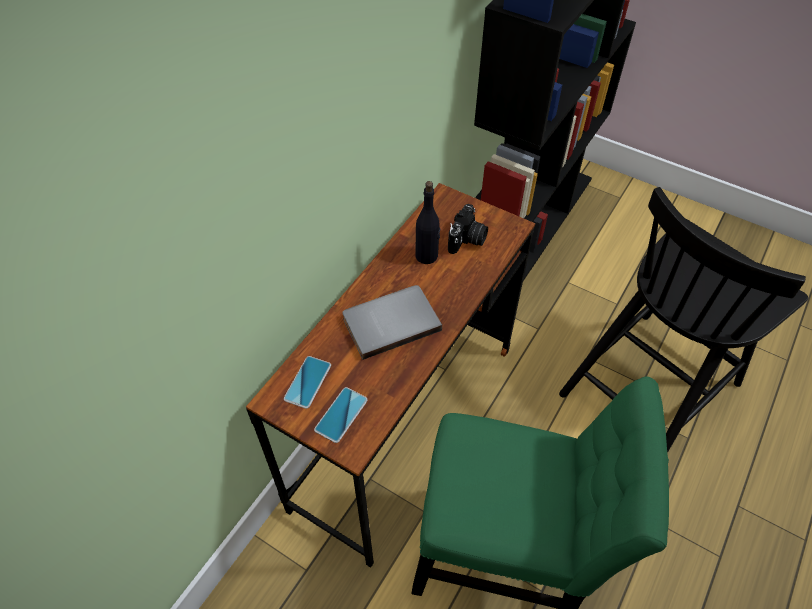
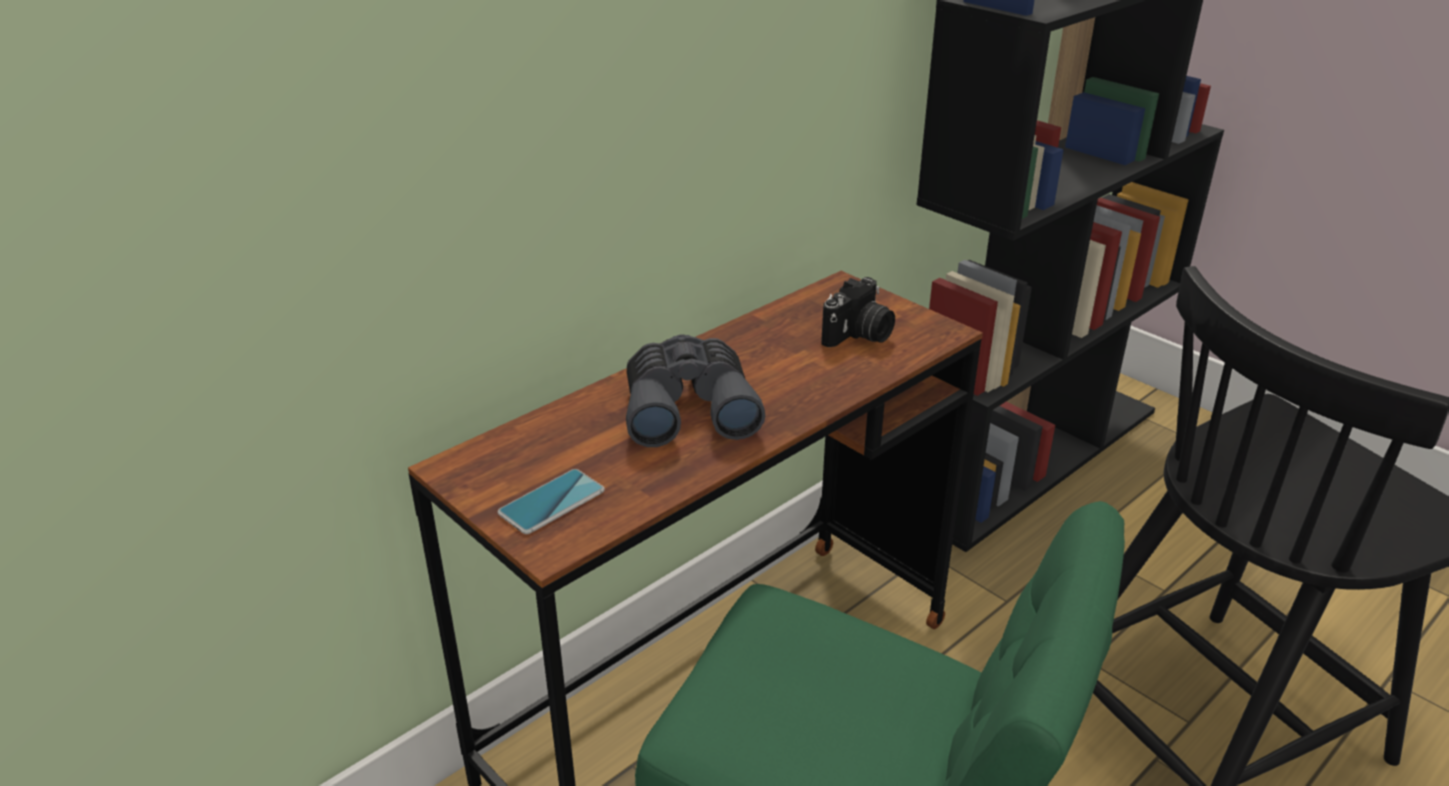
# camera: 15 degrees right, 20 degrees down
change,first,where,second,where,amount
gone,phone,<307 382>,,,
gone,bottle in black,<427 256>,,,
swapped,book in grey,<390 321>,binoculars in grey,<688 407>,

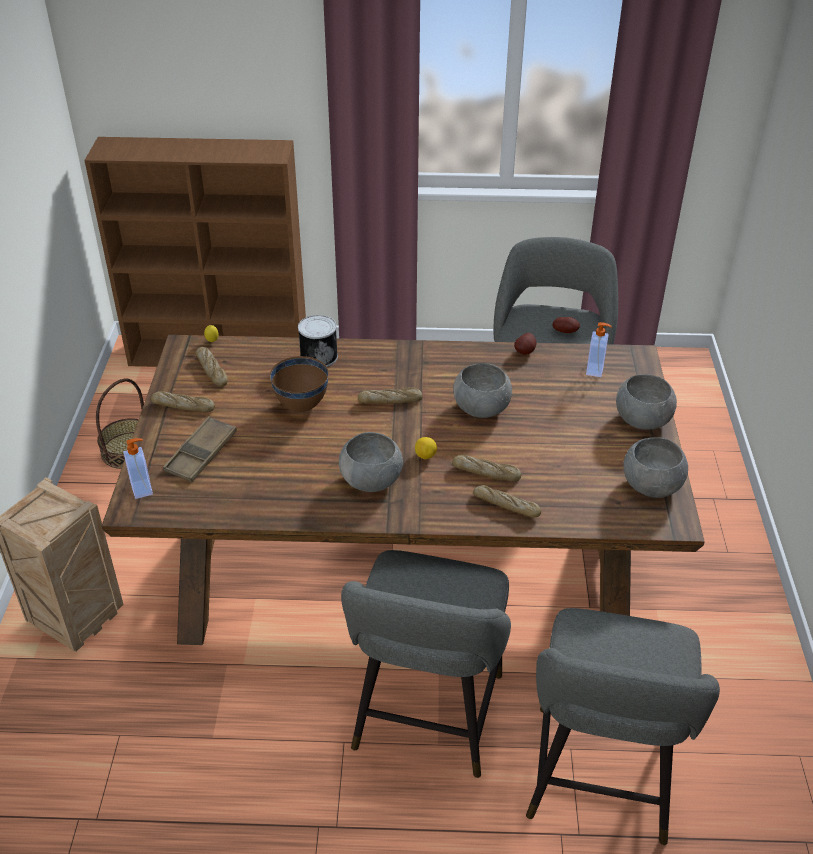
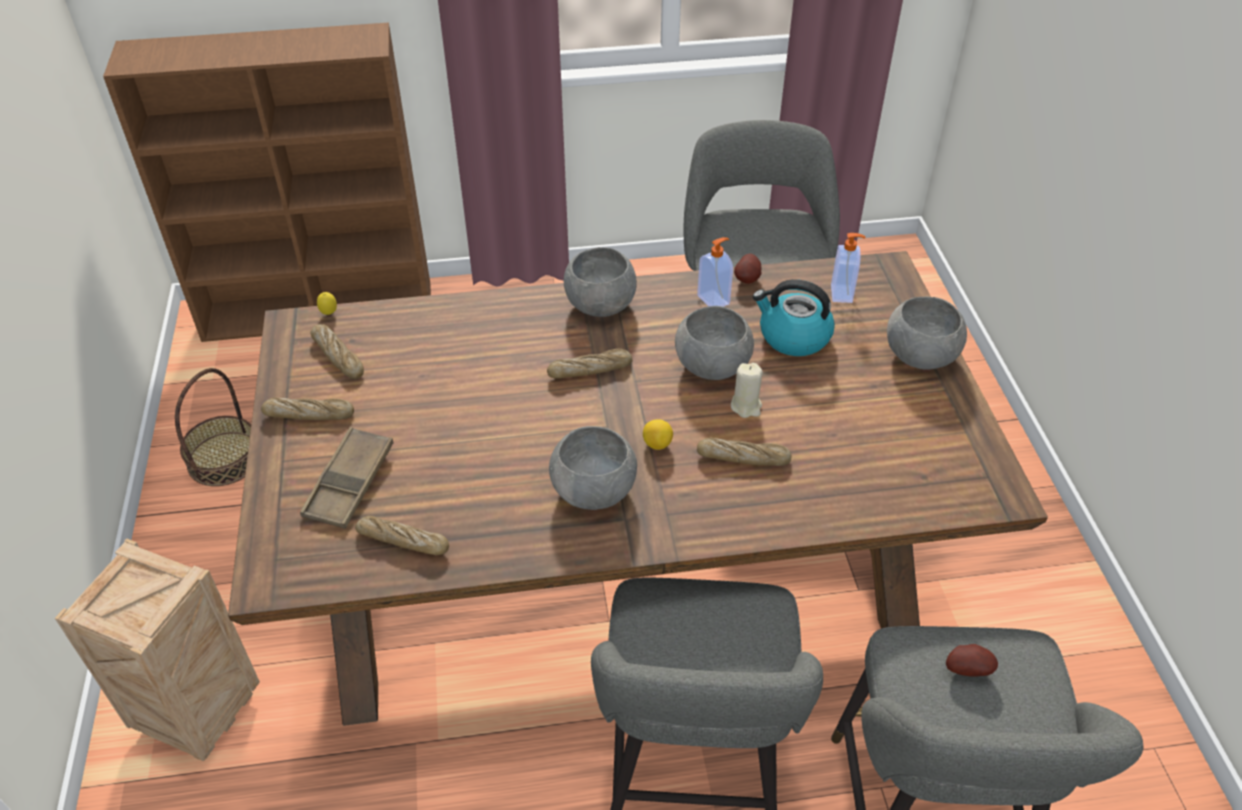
# camera: 10 degrees left, 5 degrees up
change,first,where,second,where,amount
gone,bowl in brown,<302 405>,,,
gone,can,<319 356>,,,
new,,,candle in beige,<746 406>,
new,,,kettle,<793 336>,
shifted,soap dispenser,<142 489>,,<714 299>,
shifted,bread,<506 506>,,<403 541>,
shifted,potato,<565 332>,,<967 668>,
shifted,bowl in grey,<652 485>,,<601 304>,

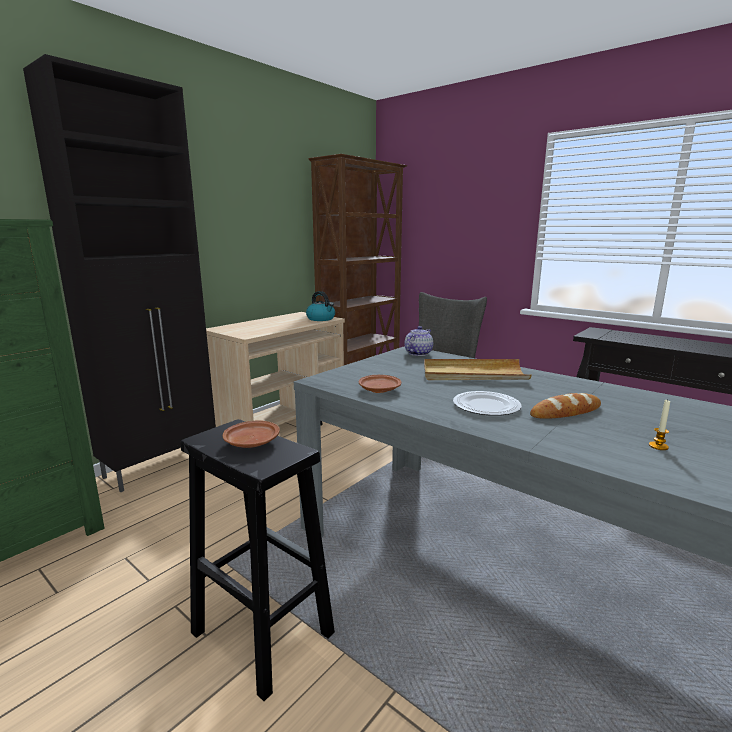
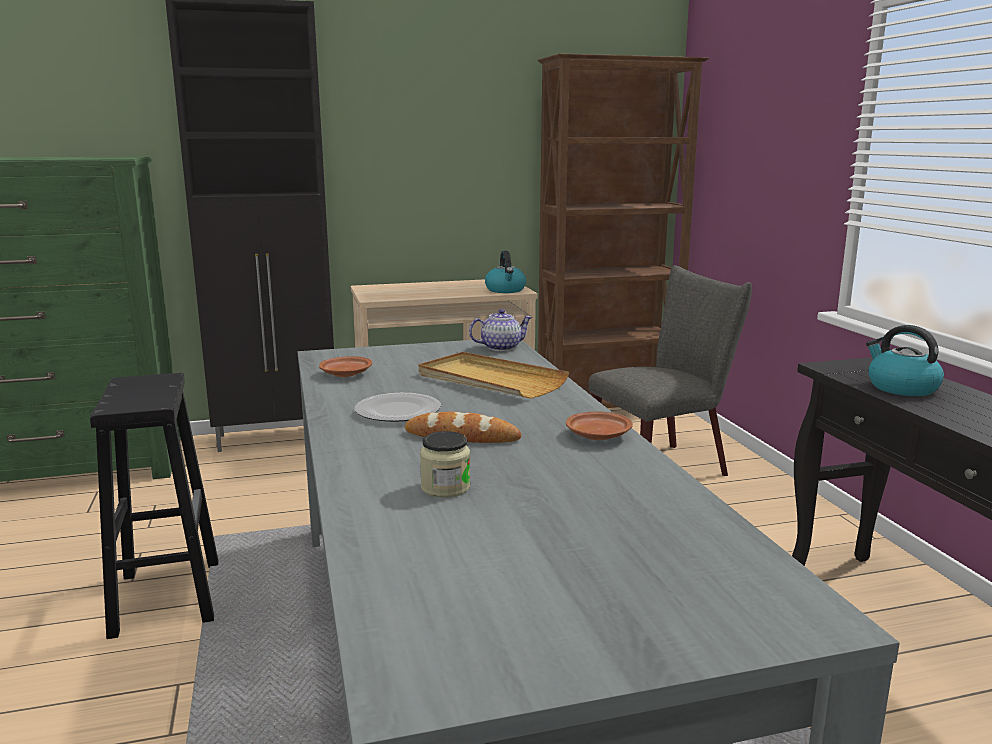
# camera: 35 degrees right, 0 degrees up
change,first,where,second,where,amount
new,,,kettle,<901 388>,
shifted,plate in brown,<252 442>,,<598 435>,
swapped,candle,<658 446>,jar,<445 487>,

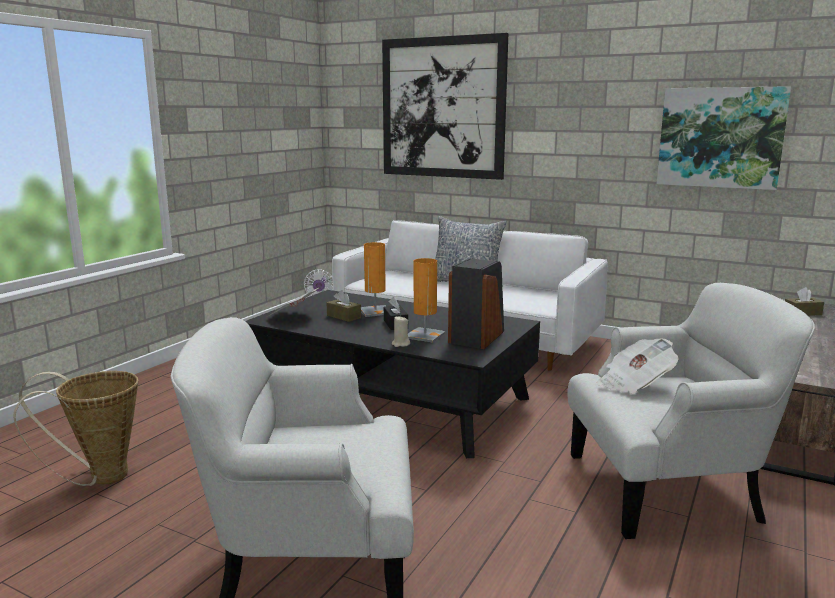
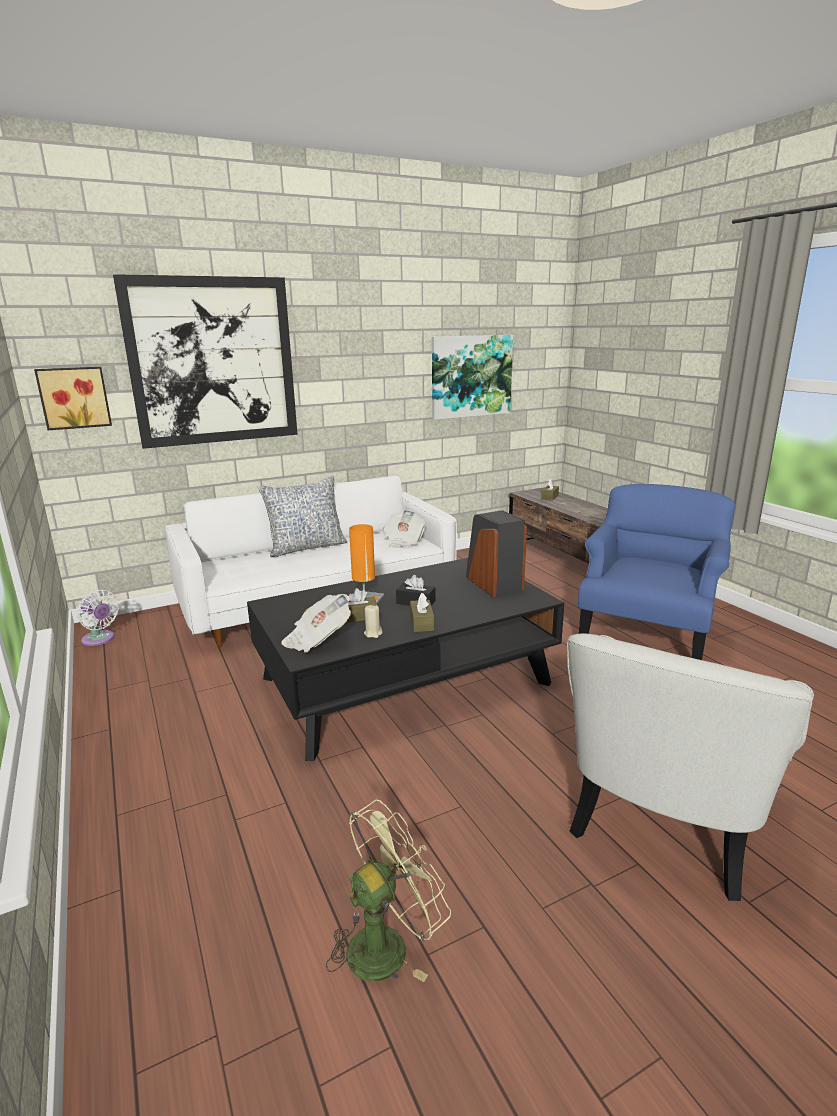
# camera: 55 degrees left, 5 degrees up
change,first,where,second,where,amount
gone,table lamp in orange,<425 335>,,,
new,,,picture,<74 397>,
new,,,tissue box in brown,<421 623>,
shifted,candle in beige,<400 344>,,<373 633>,
shifted,newspaper,<634 384>,,<403 541>,
swapped,basket,<100 478>,fan in green,<386 943>,
repainted,armchair in white,<668 488>,armchair in blue,<646 635>,

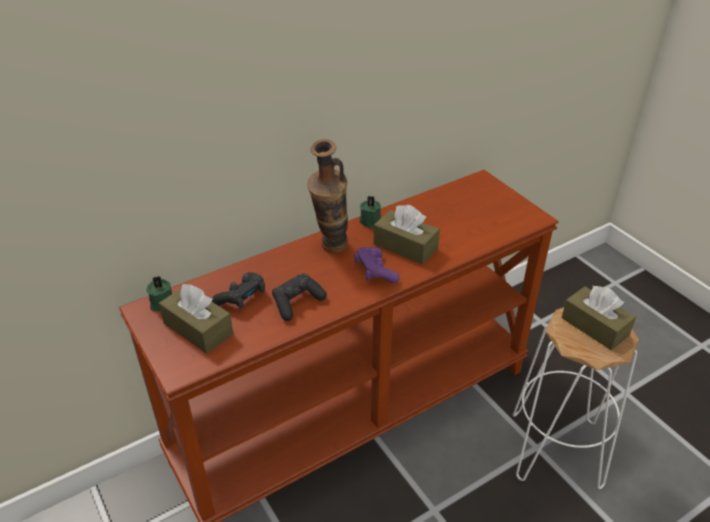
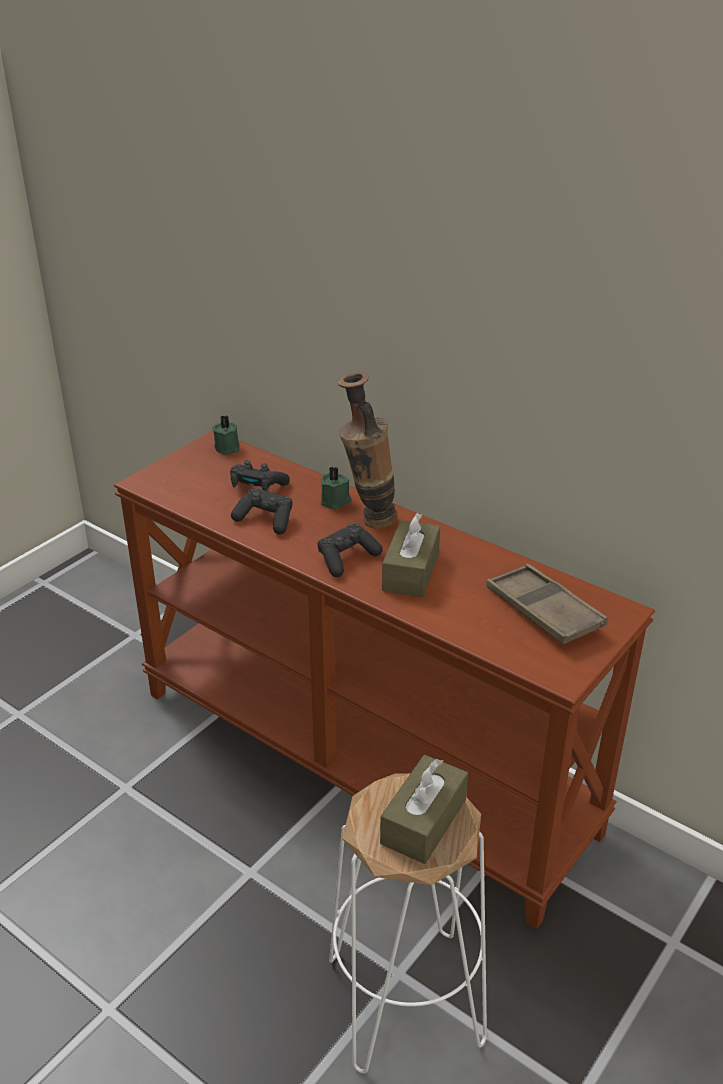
# camera: 70 degrees right, 5 degrees down
change,first,where,second,where,amount
gone,tissue box in brown,<198 328>,,,
new,,,tray in brown,<543 611>,
shifted,candle in green,<371 221>,,<336 501>,
repainted,game controller in purple,<375 272>,game controller in black,<347 559>,

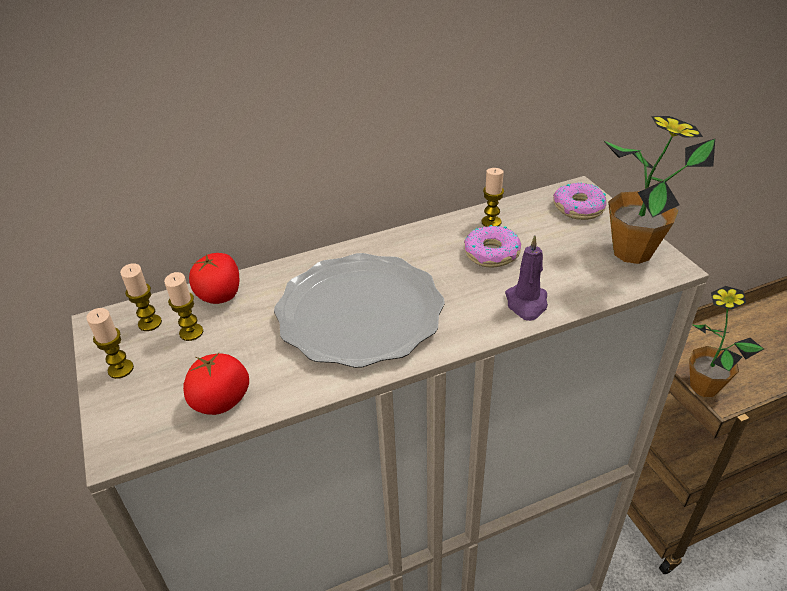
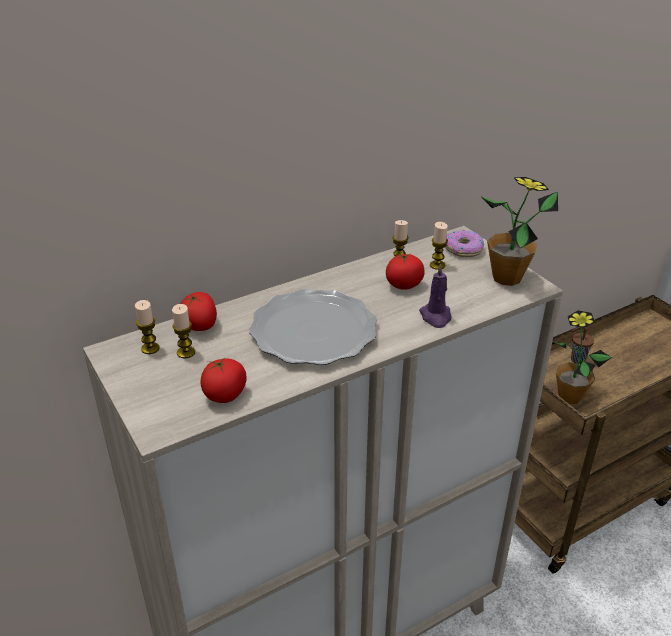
# camera: 10 degrees left, 5 degrees down
change,first,where,second,where,amount
new,,,cup in brown,<577 360>,
shifted,candle,<121 369>,,<437 265>,
swapped,donut,<492 254>,tomato,<404 285>,

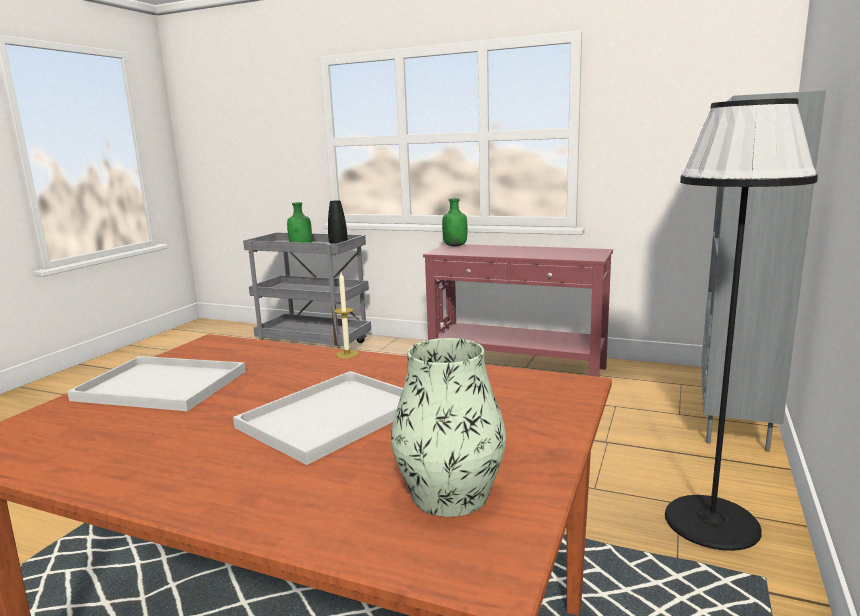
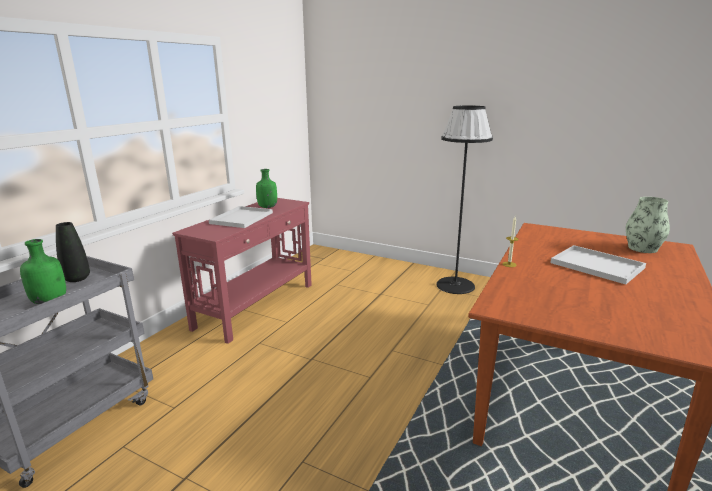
# camera: 85 degrees left, 5 degrees up
change,first,where,second,where,amount
gone,bookcase in grey,<736 423>,,,
shifted,tray in white,<165 385>,,<242 217>,
shifted,bottle in green,<455 245>,,<267 207>,

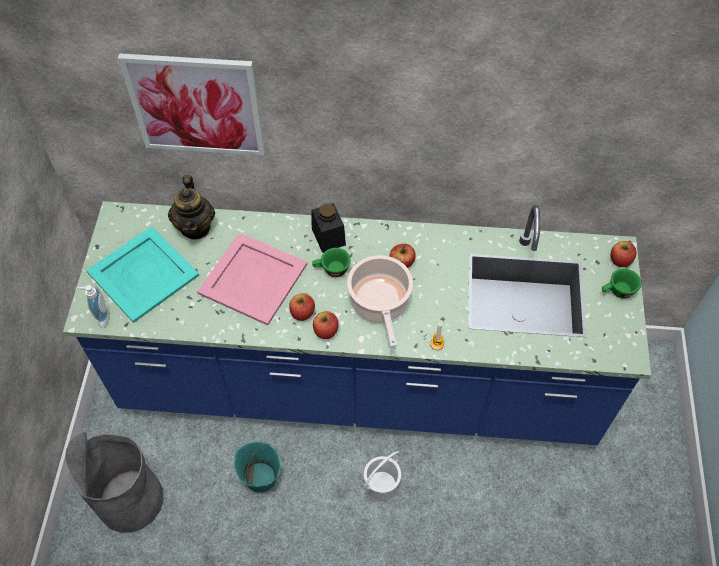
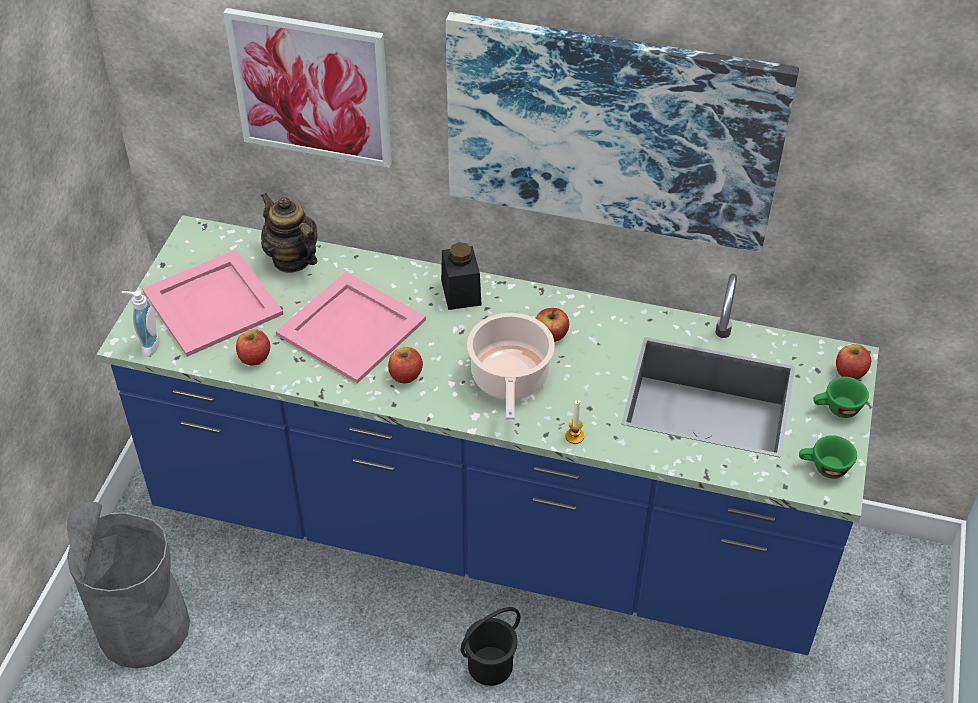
# camera: 10 degrees right, 10 degrees down
change,first,where,second,where,amount
gone,bucket in turquoise,<260 477>,,,
new,,,picture,<612 131>,
shifted,cup in green,<331 270>,,<824 468>,
shifted,apple,<326 331>,,<254 357>,
repainted,tray in turquoise,<143 274>,tray in pink,<212 304>,
repainted,bucket in white,<381 485>,bucket in black,<489 665>,
rotated,teapot,<195 227>,,<292 259>,135 degrees clockwise

